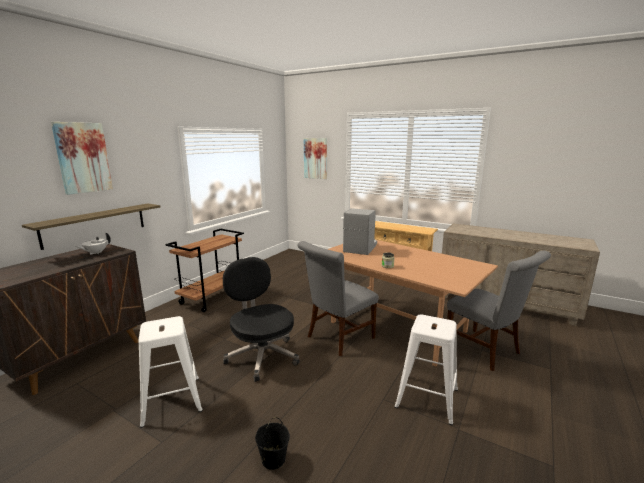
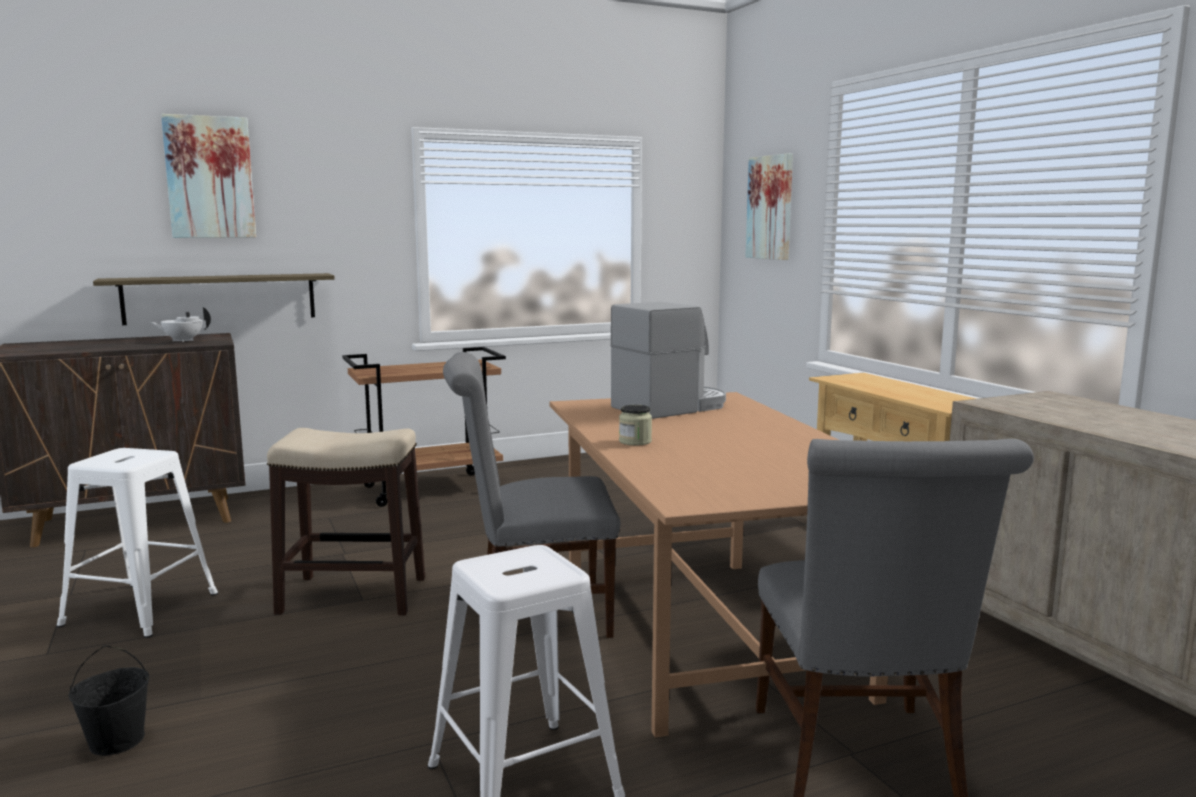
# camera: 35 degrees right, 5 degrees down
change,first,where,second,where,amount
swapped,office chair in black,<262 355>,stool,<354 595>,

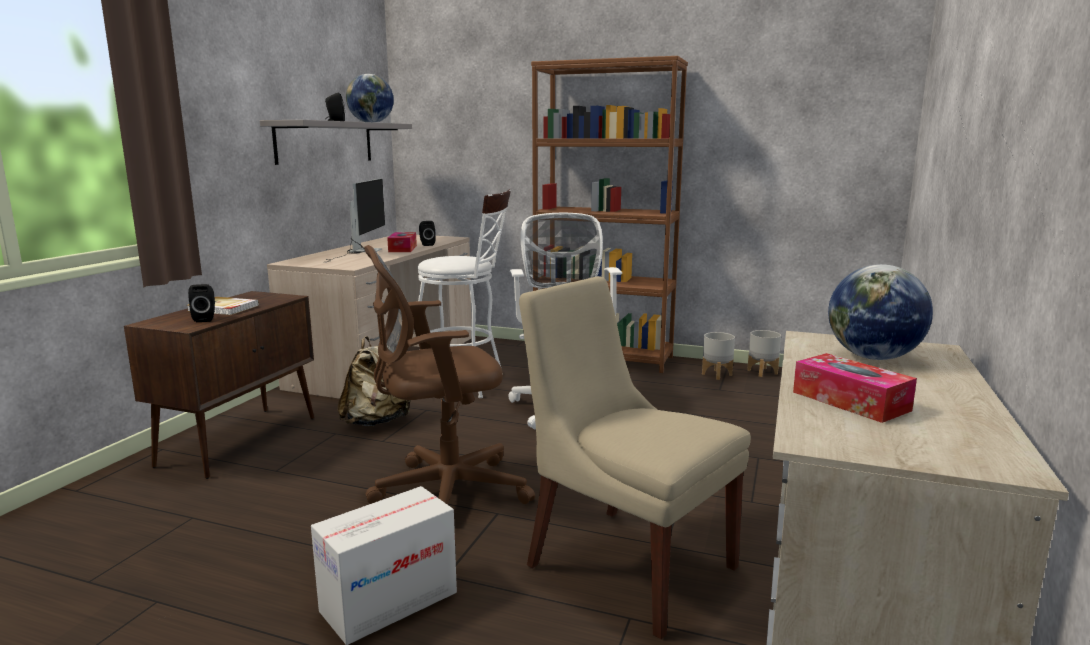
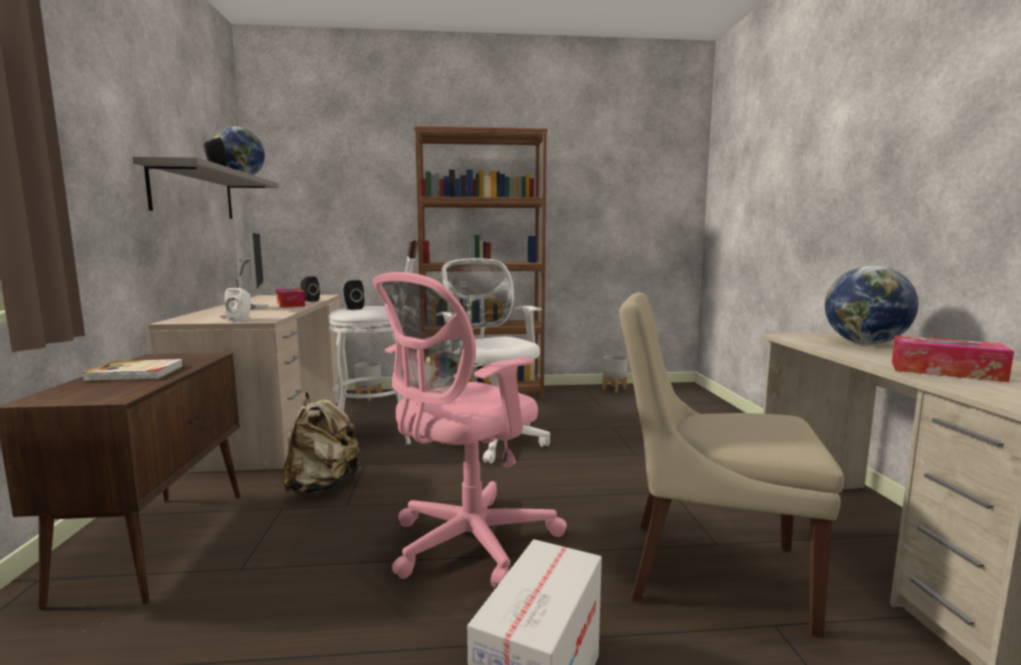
# camera: 25 degrees left, 5 degrees down
change,first,where,second,where,amount
new,,,speaker in white,<241 320>,
shifted,speaker in black,<205 319>,,<353 308>,
shifted,planter in grey,<717 374>,,<369 397>,
repainted,office chair in brown,<443 491>,office chair in pink,<466 544>,

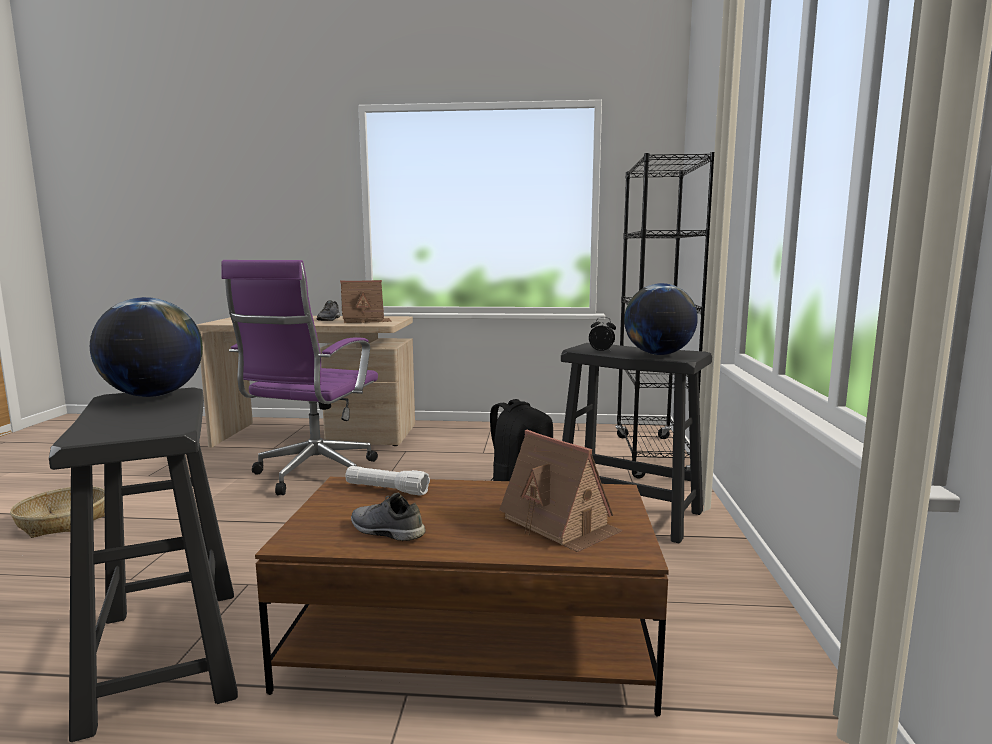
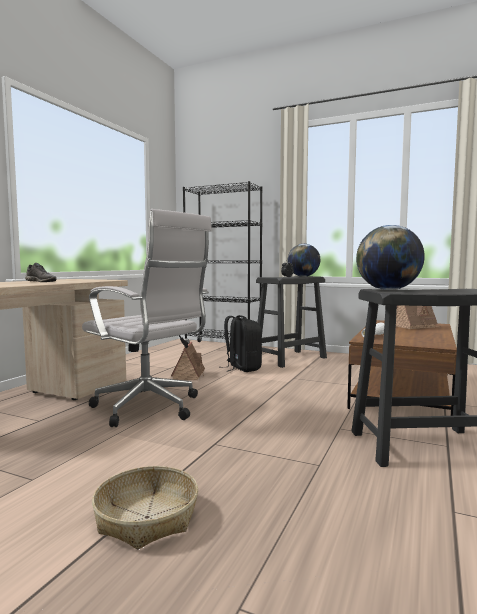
# camera: 70 degrees left, 5 degrees down
change,first,where,second,where,amount
gone,shoe in grey,<385 531>,,,
shifted,toy house,<366 321>,,<189 375>,
repainted,office chair in purple,<313 475>,office chair in white,<150 408>,

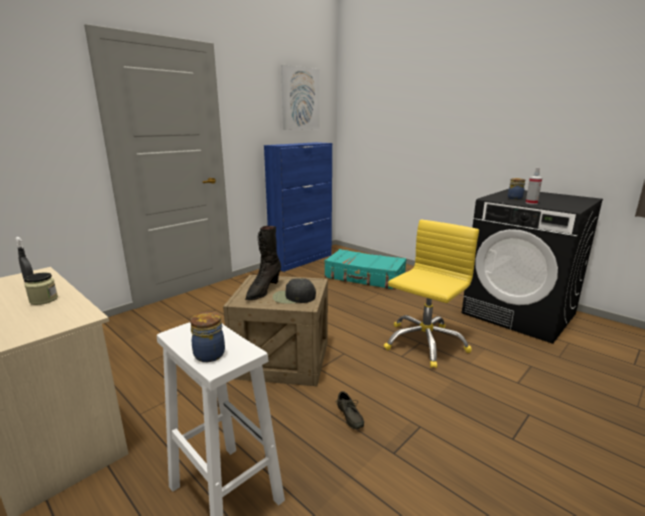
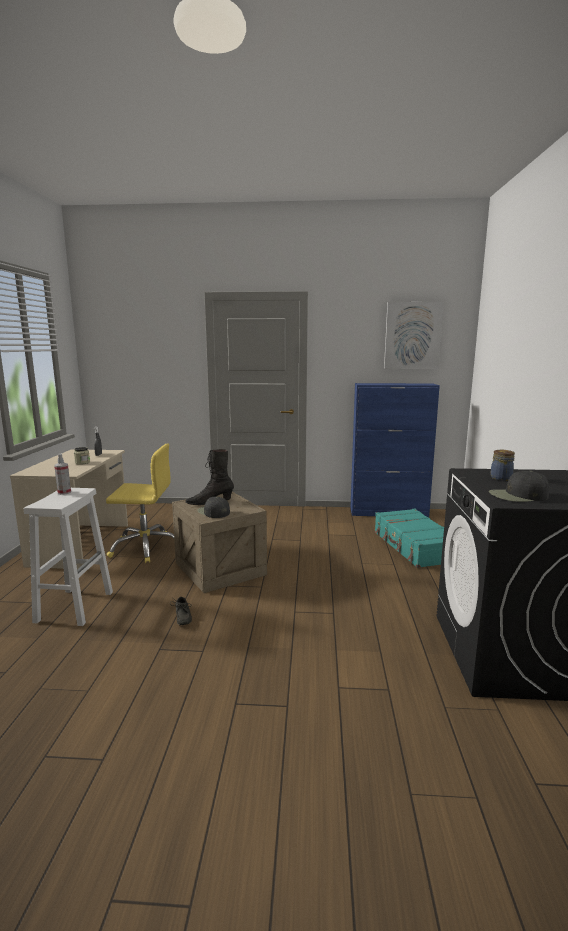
# camera: 50 degrees right, 5 degrees down
change,first,where,second,where,amount
gone,jar,<210 354>,,,
new,,,cap in black,<518 496>,
shifted,office chair in yellow,<424 343>,,<146 547>,
shifted,spray bottle,<531 203>,,<64 492>,
rotated,shoe in grey,<348 417>,,<181 618>,45 degrees counterclockwise

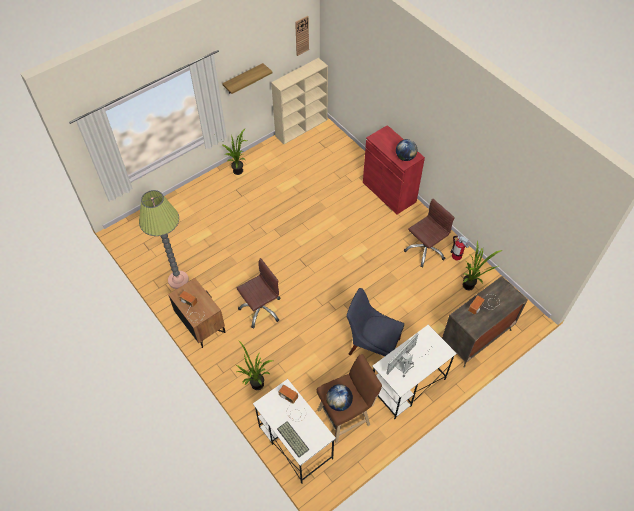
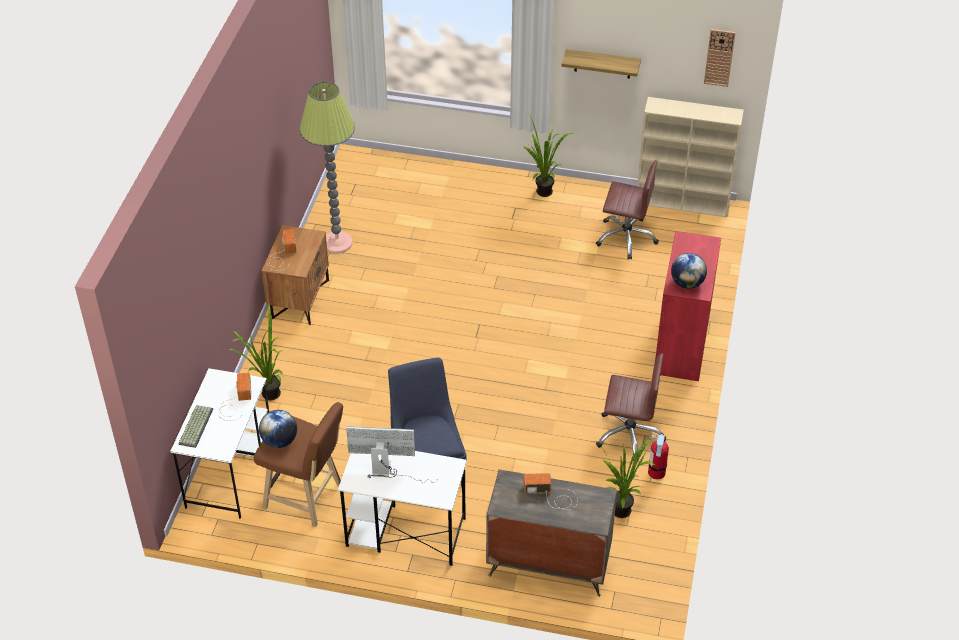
# camera: 50 degrees right, 10 degrees down
change,first,where,second,where,amount
shifted,office chair in brown,<261 309>,,<626 237>,

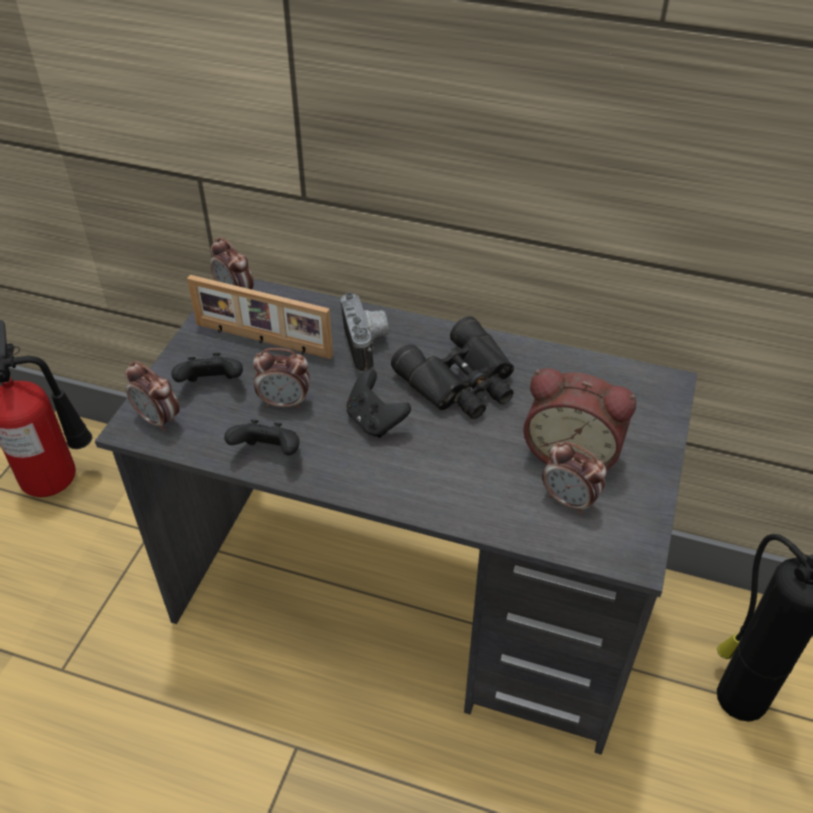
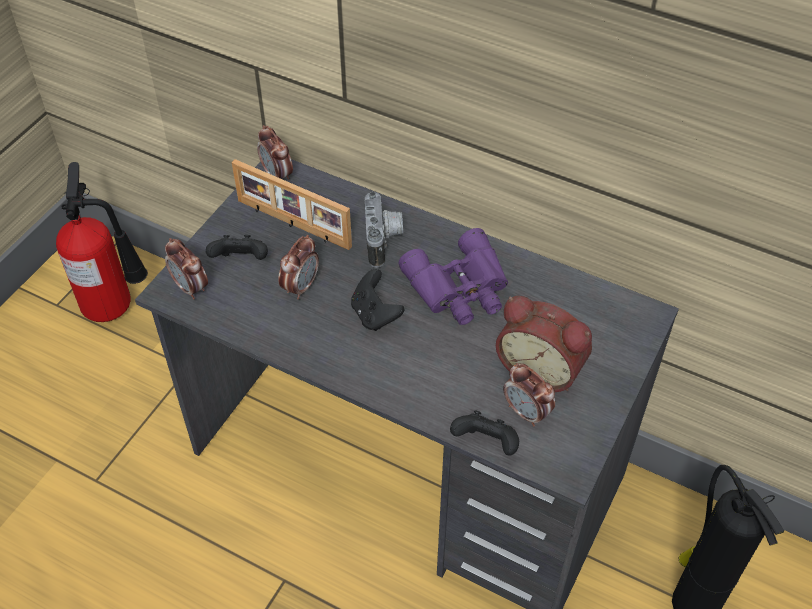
# camera: 10 degrees right, 5 degrees up
change,first,where,second,where,amount
shifted,game controller in black,<268 453>,,<486 444>,
repainted,binoculars in black,<462 382>,binoculars in purple,<460 288>,
rotated,alarm clock,<285 403>,,<301 286>,75 degrees counterclockwise

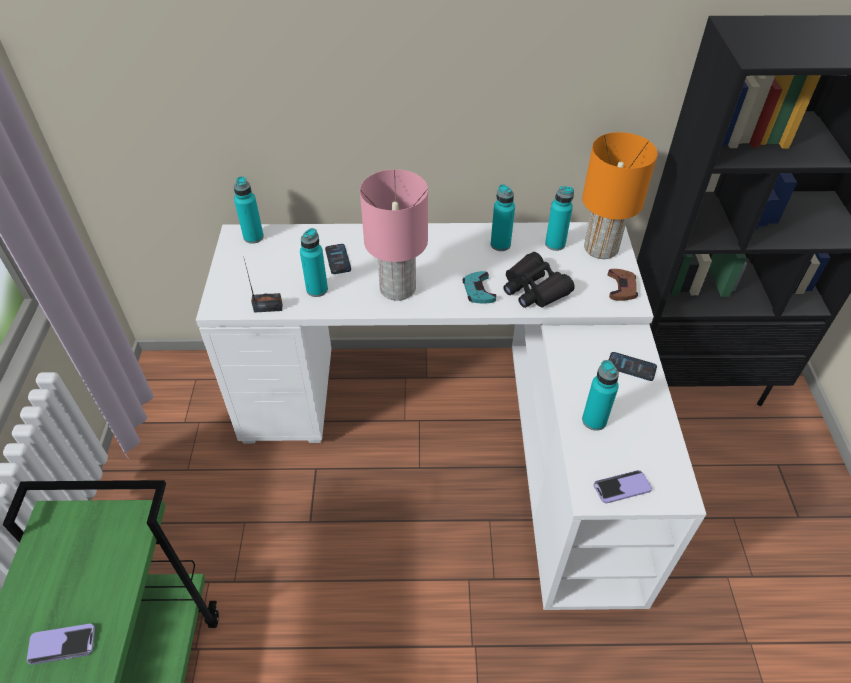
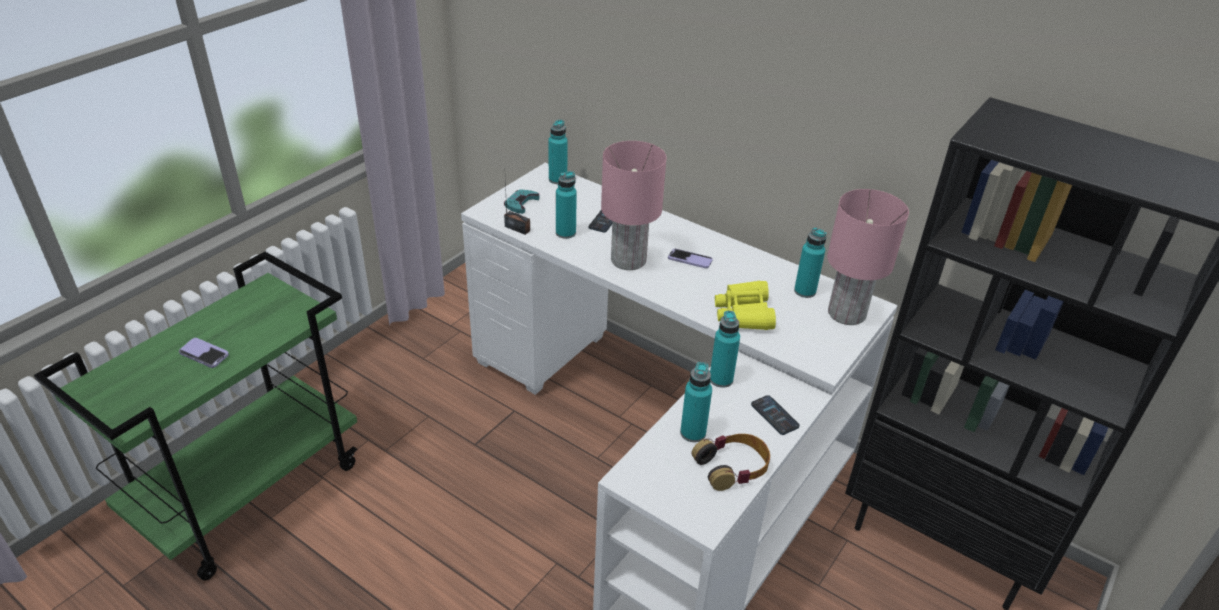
# camera: 35 degrees right, 10 degrees down
change,first,where,second,where,amount
gone,game controller in brown,<621 287>,,,
new,,,headphones,<732 466>,
shifted,game controller in turquoise,<478 290>,,<521 204>,
shifted,bottle in turquoise,<500 244>,,<721 379>,
shifted,phone,<622 487>,,<690 260>,
repainted,binoculars in black,<534 289>,binoculars in yellow,<744 313>,
repainted,table lamp in orange,<600 248>,table lamp in pink,<845 313>,

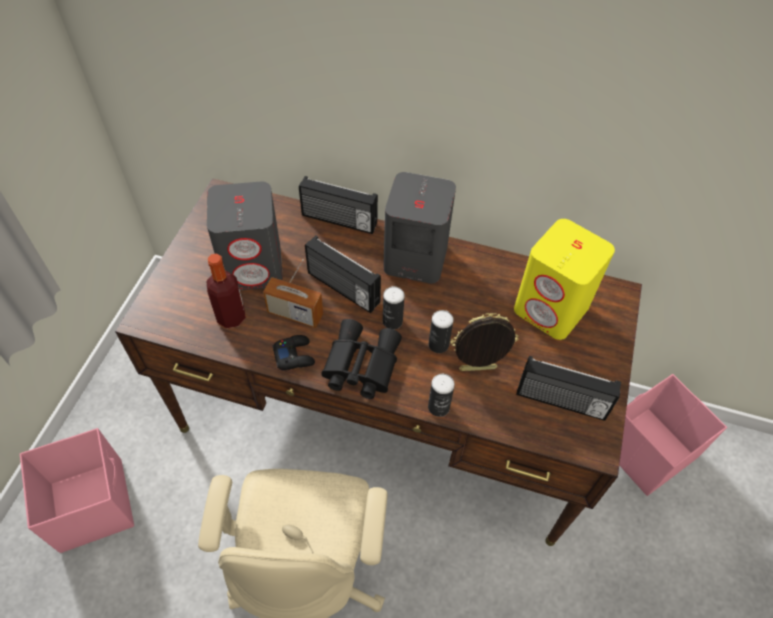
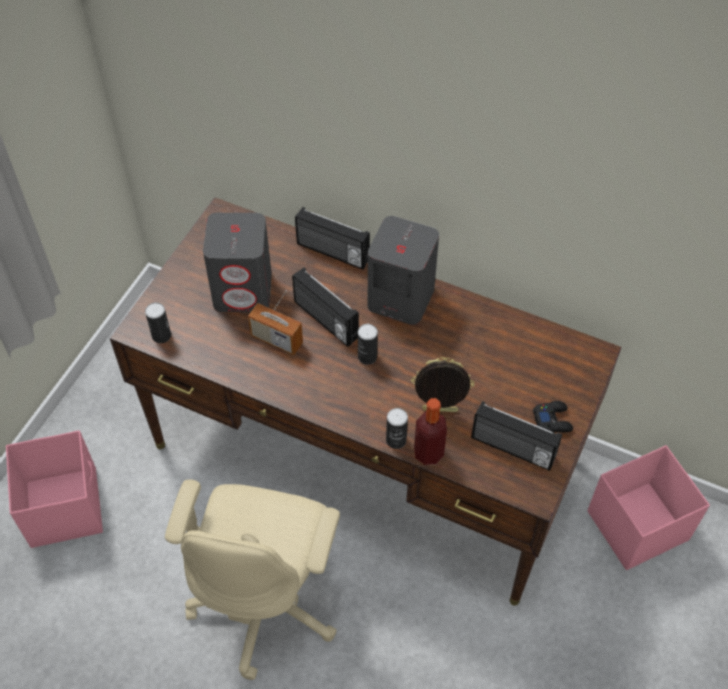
# camera: 10 degrees right, 0 degrees up
change,first,where,second,where,amount
gone,binoculars in black,<359 365>,,,
gone,speaker in yellow,<551 309>,,,
shifted,bottle,<231 317>,,<428 453>,
shifted,game controller in black,<294 355>,,<552 420>,
shifted,can,<438 344>,,<161 336>,

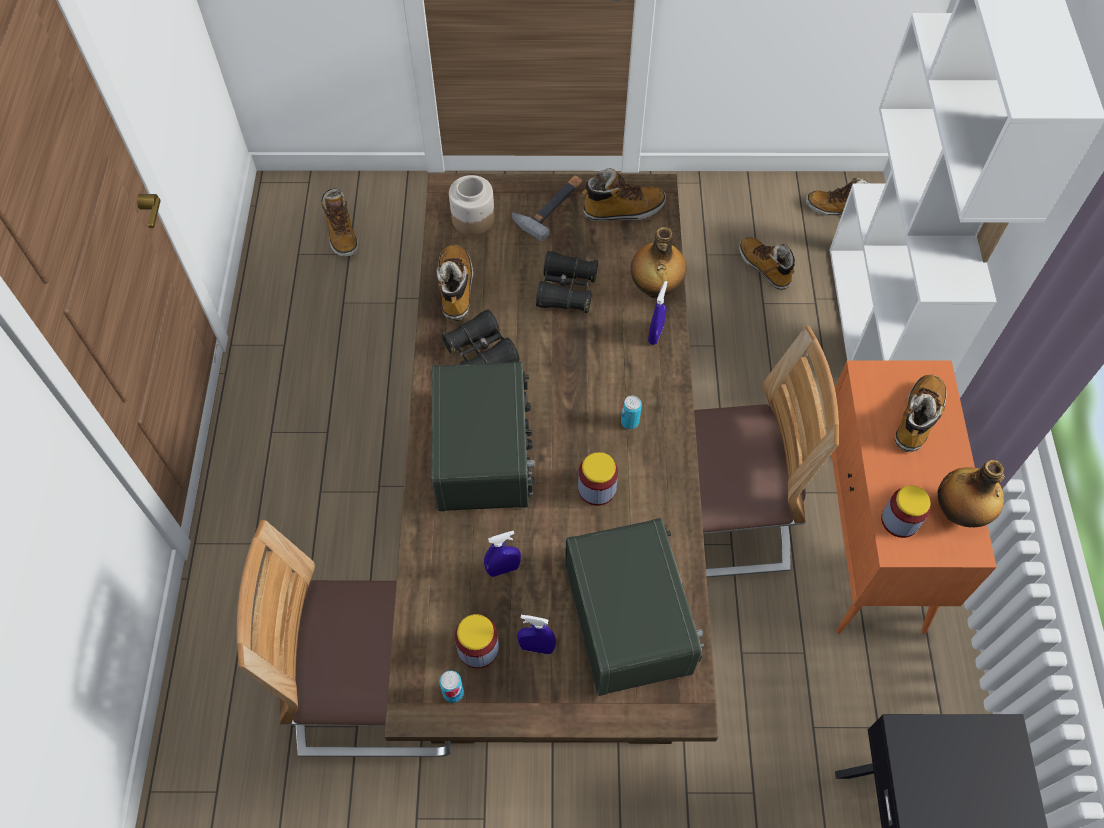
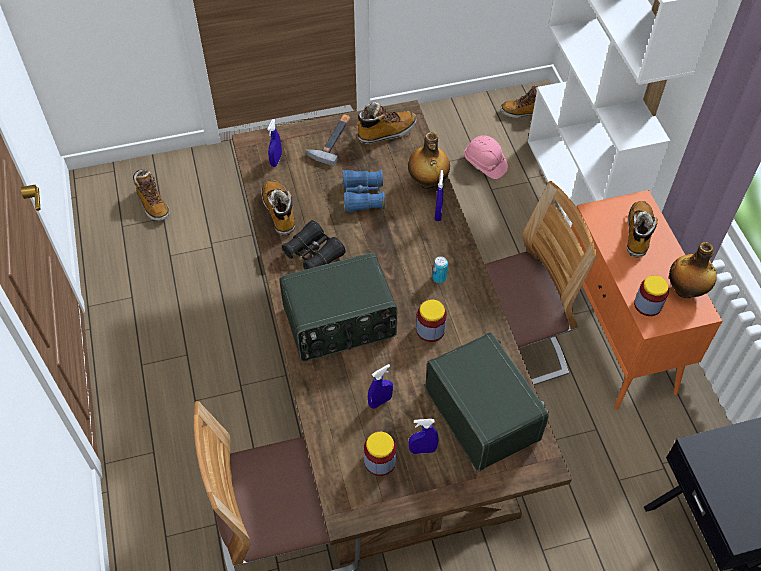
# camera: 15 degrees left, 5 degrees down
change,first,where,second,where,amount
gone,can,<453 692>,,,
swapped,jar,<472 219>,spray bottle in blue,<276 160>,
swapped,boot,<764 268>,hard hat in pink,<485 164>,
repainted,binoculars in black,<566 290>,binoculars in blue,<363 196>,
rotated,radio,<485 453>,,<340 324>,90 degrees clockwise

